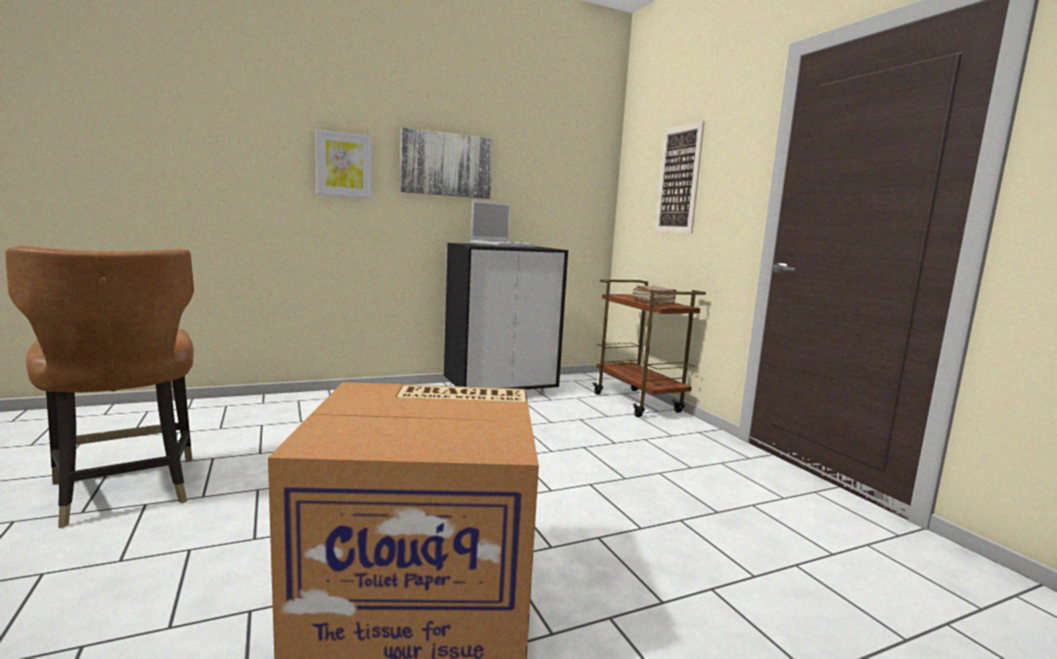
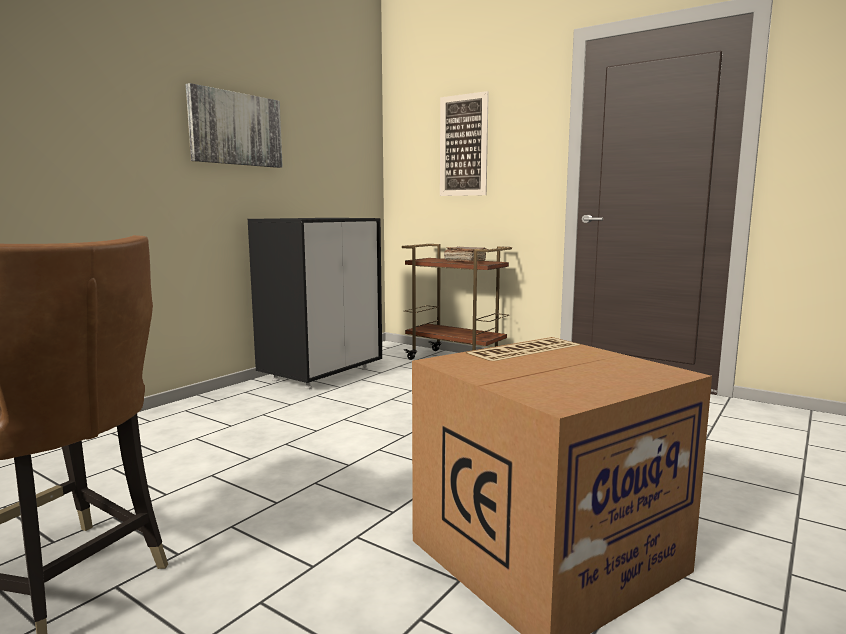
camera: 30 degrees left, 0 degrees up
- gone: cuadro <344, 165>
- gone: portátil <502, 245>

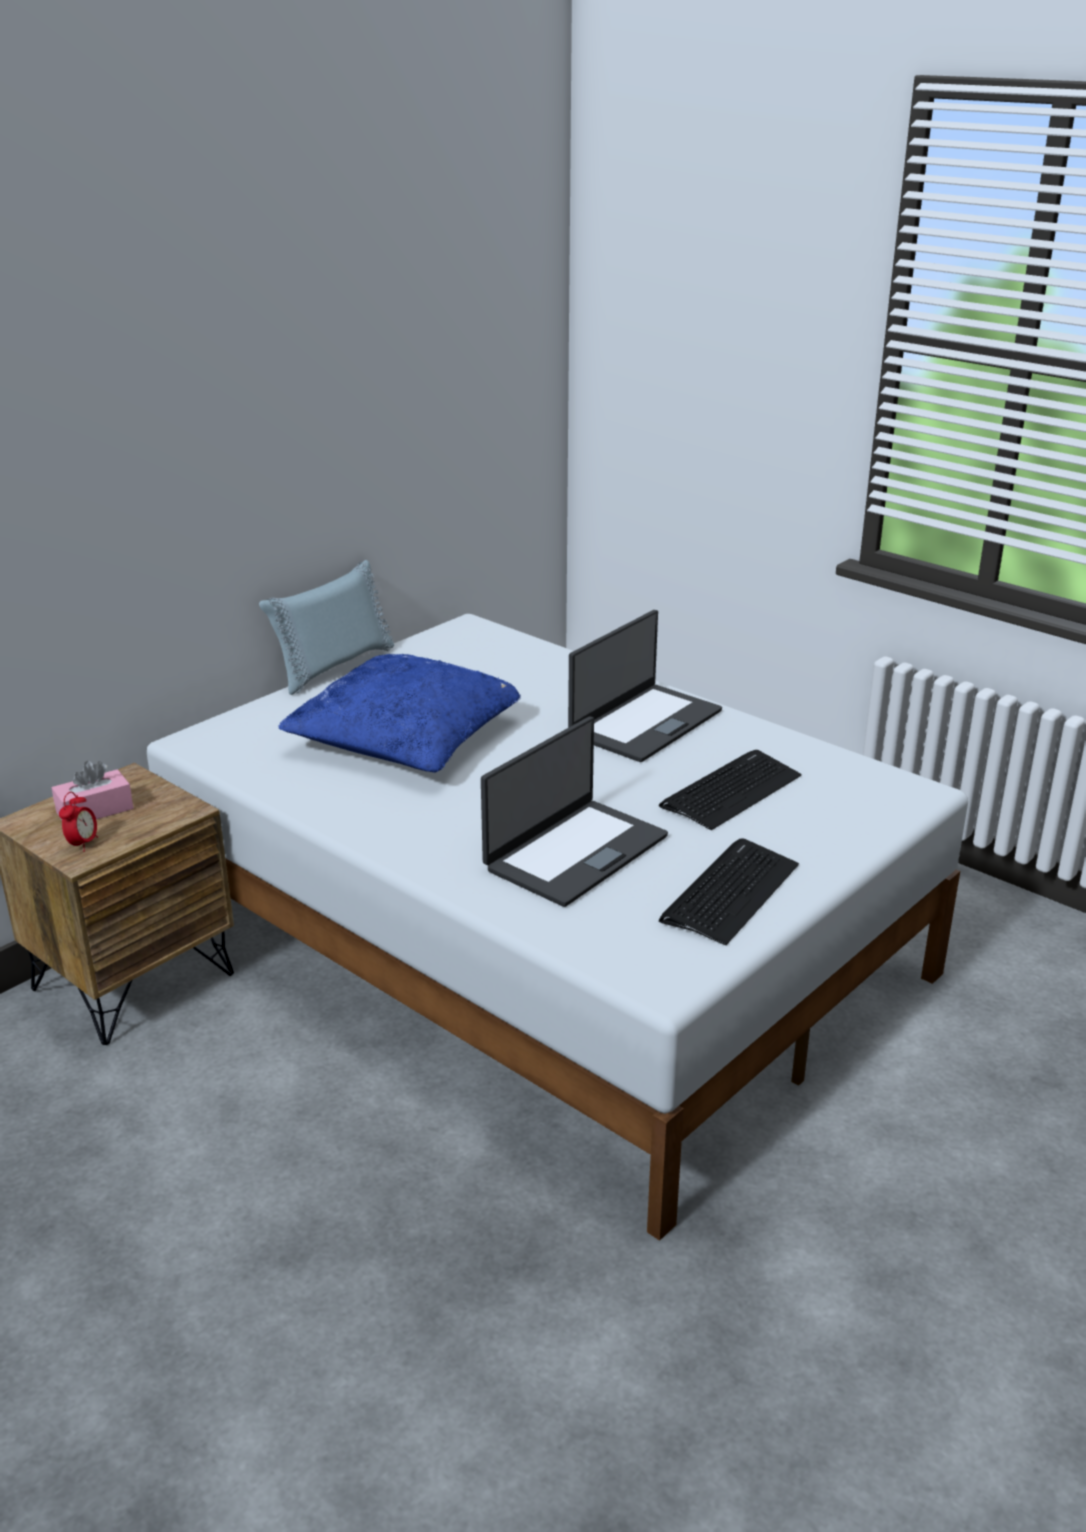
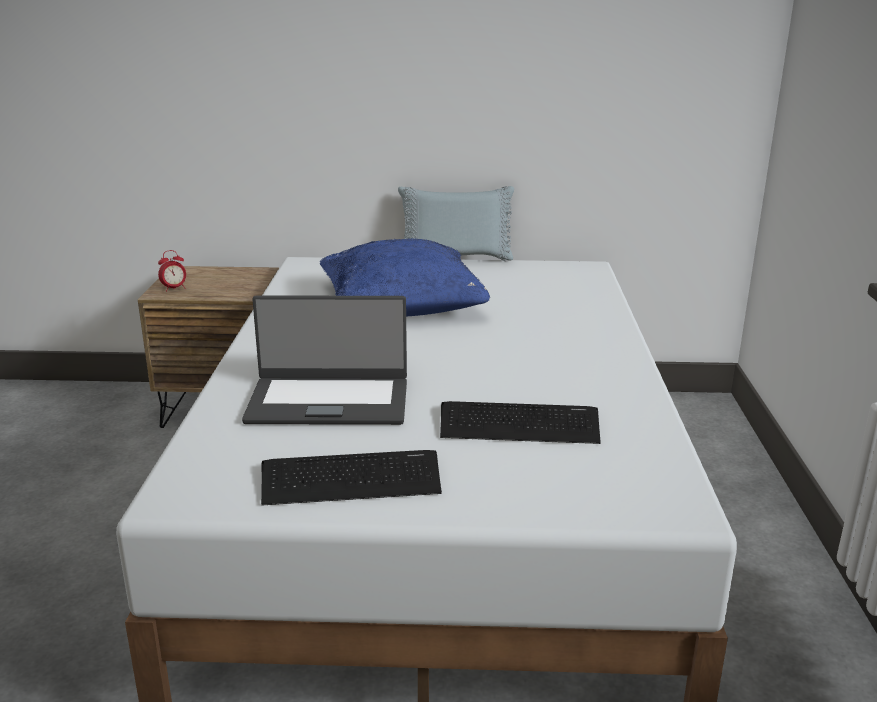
camera: 50 degrees right, 5 degrees down
- gone: portátil <644, 723>
- gone: caja de pañuelos/rosa <95, 810>

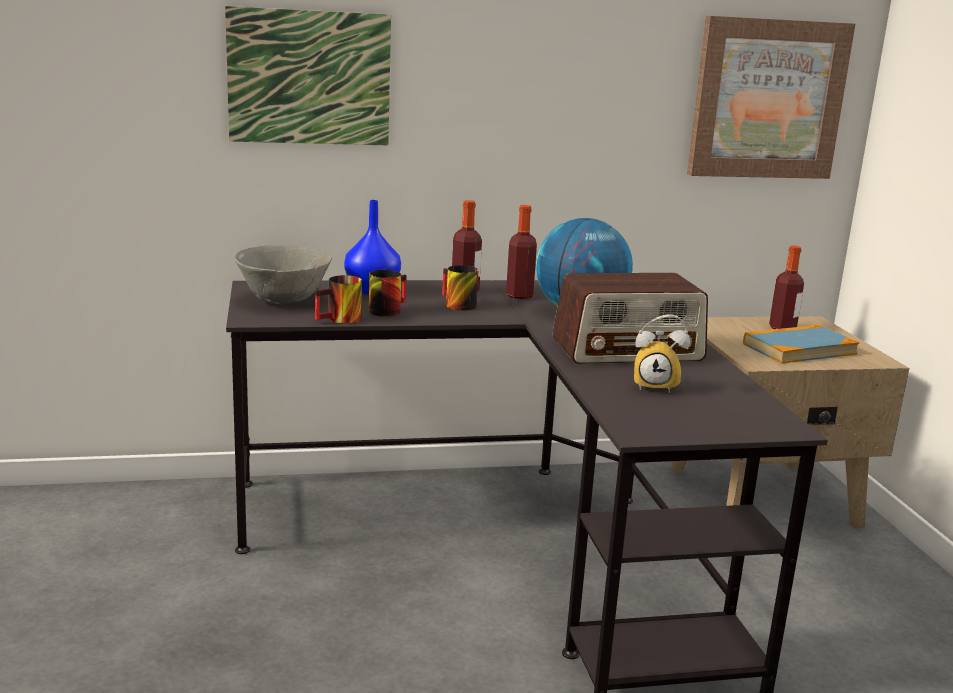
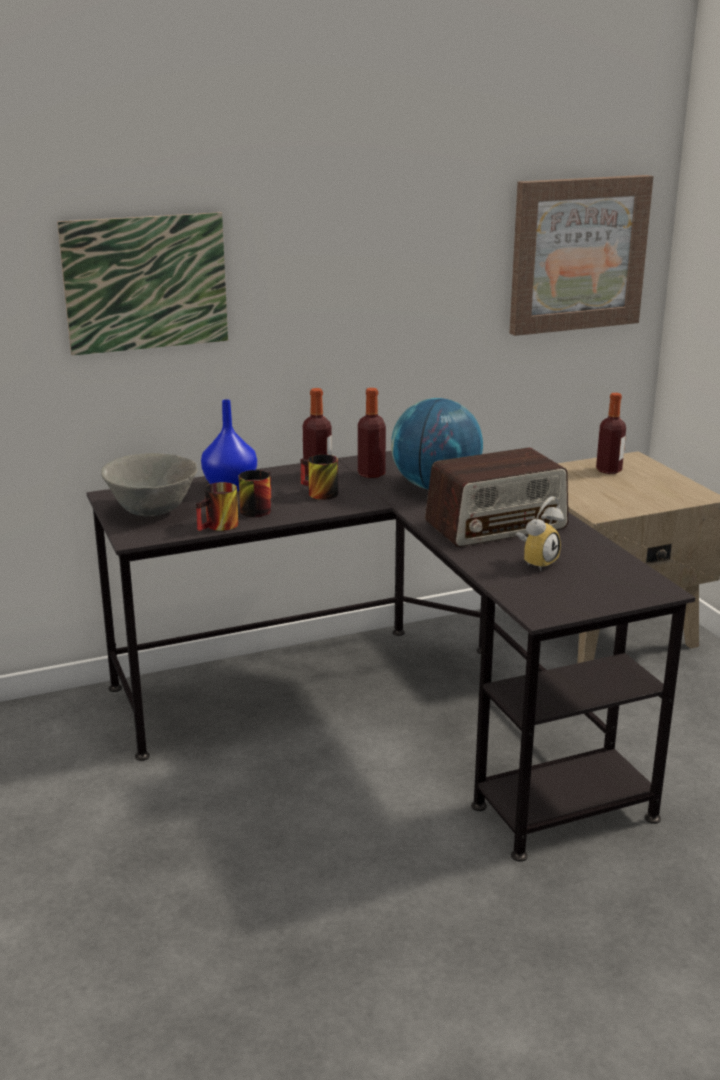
camera: 10 degrees left, 5 degrees up
- rotated: despertador <656, 386> = <536, 561> 45 degrees counterclockwise
- gone: libro <799, 349>

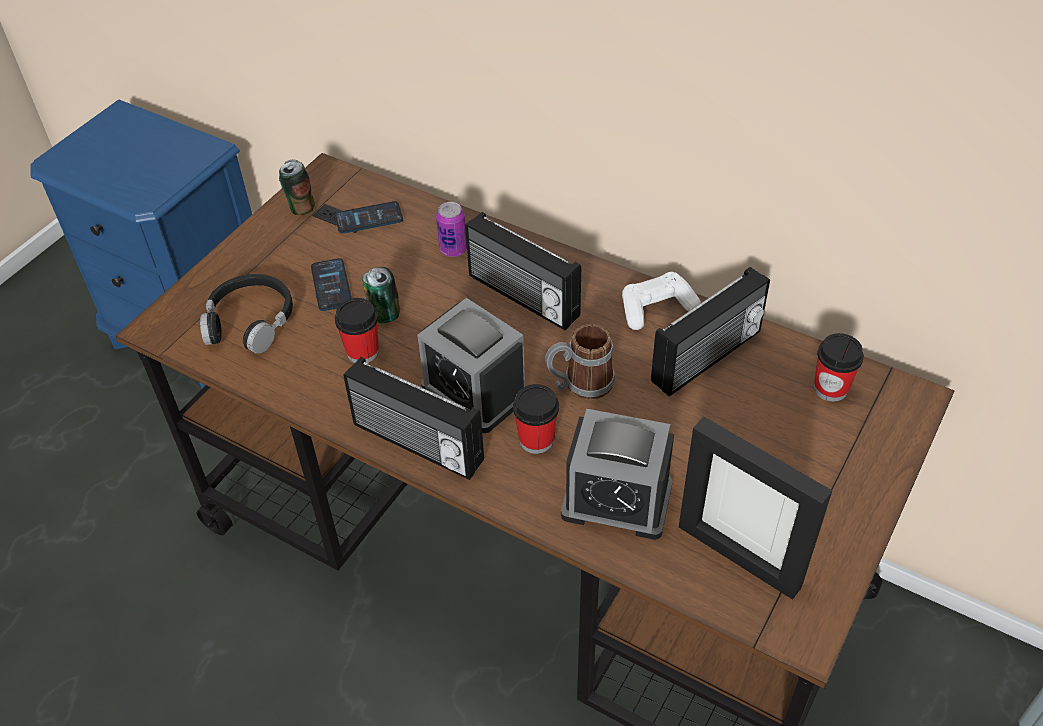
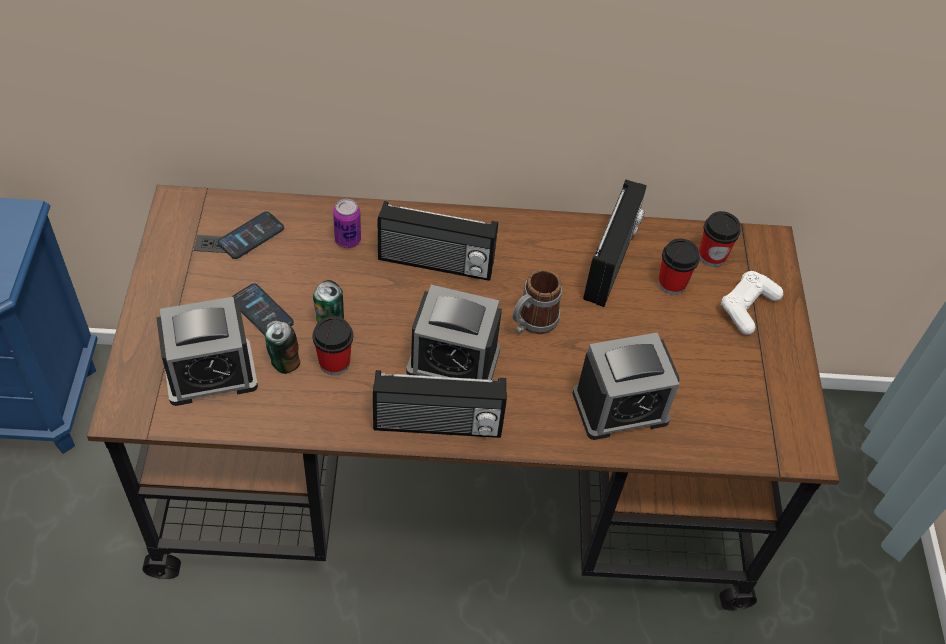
camera: 35 degrees left, 5 degrees up
- shifted: lata <301, 207> to <283, 362>
- shifted: mando de consola/blanco <656, 308> to <747, 307>
- swapped: auriculares/negro <250, 321> to despertador <211, 373>
- shifted: taza <536, 440> to <671, 284>
- gone: portarretratos <740, 554>

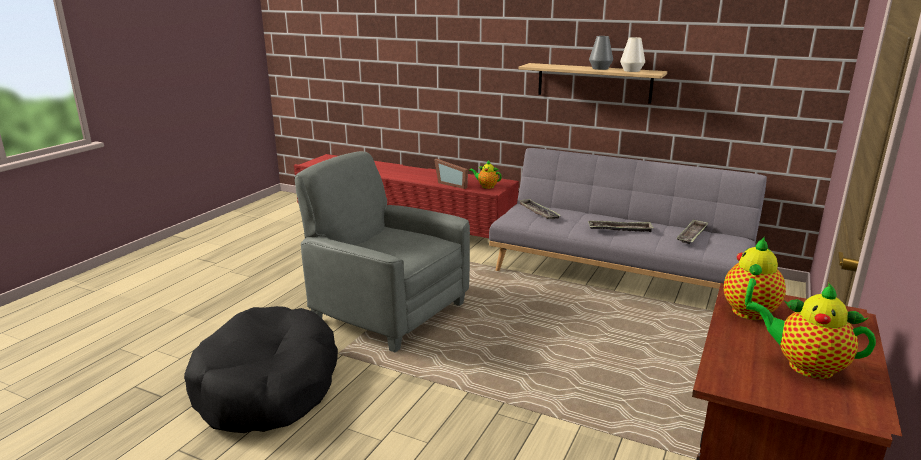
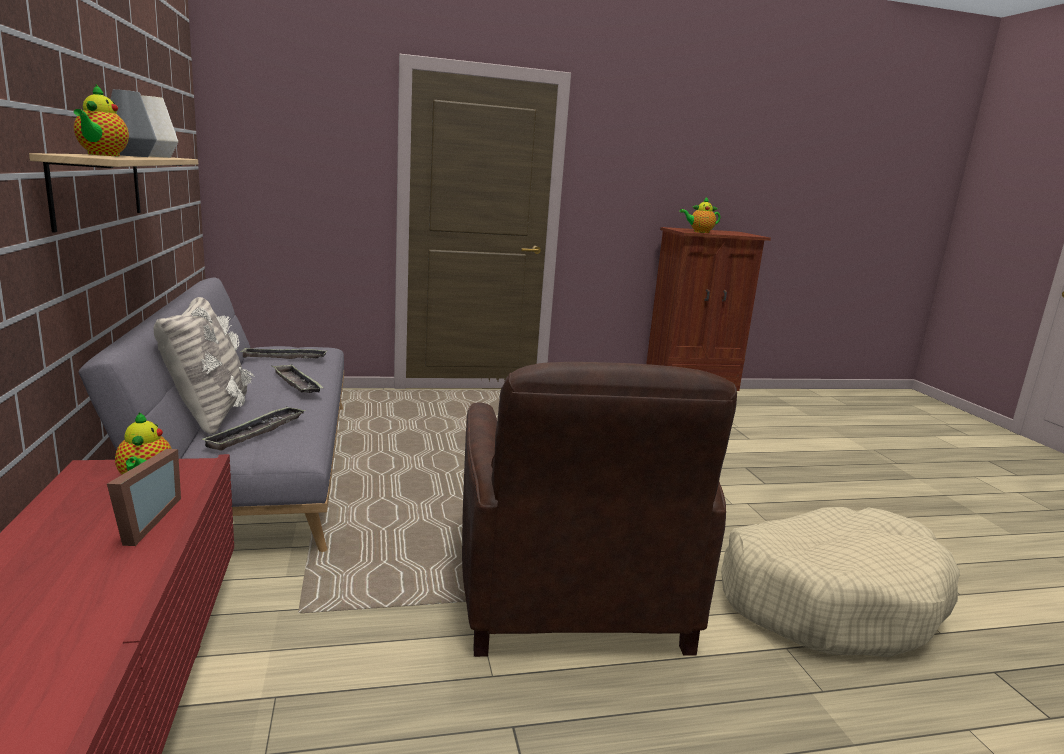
camera: 130 degrees left, 5 degrees down
- repainted: sillón/gris <387, 312> to sillón/marrón <571, 596>
- shifted: tetera <805, 366> to <102, 155>
- repainted: cama para perro/negro <267, 386> to cama para perro/beis <829, 599>
- new: cojín/beis <212, 414>

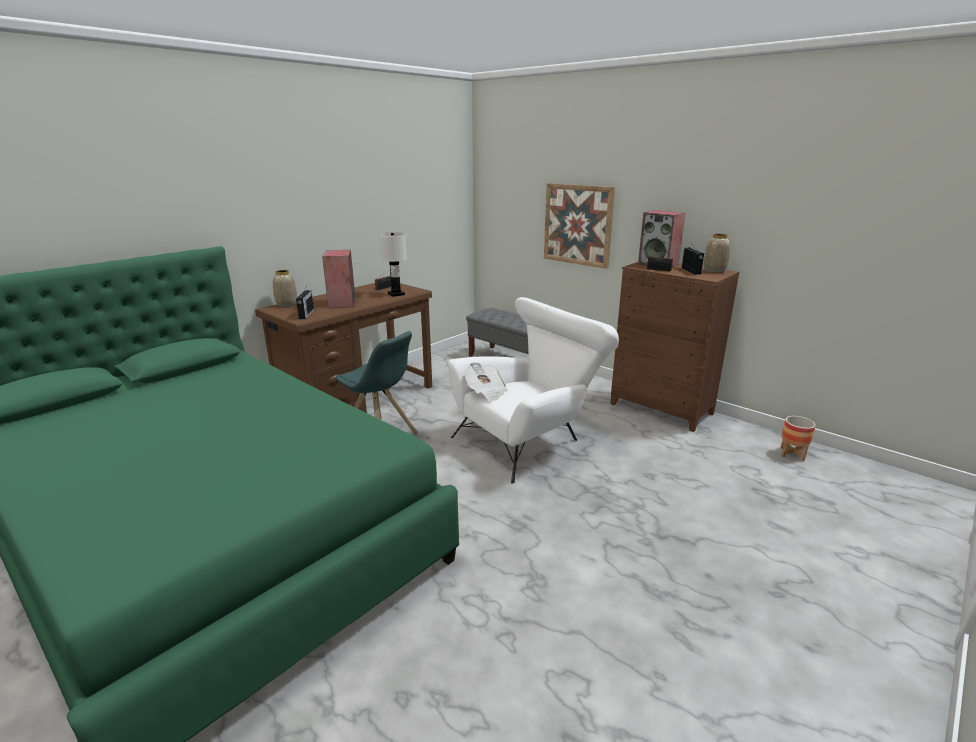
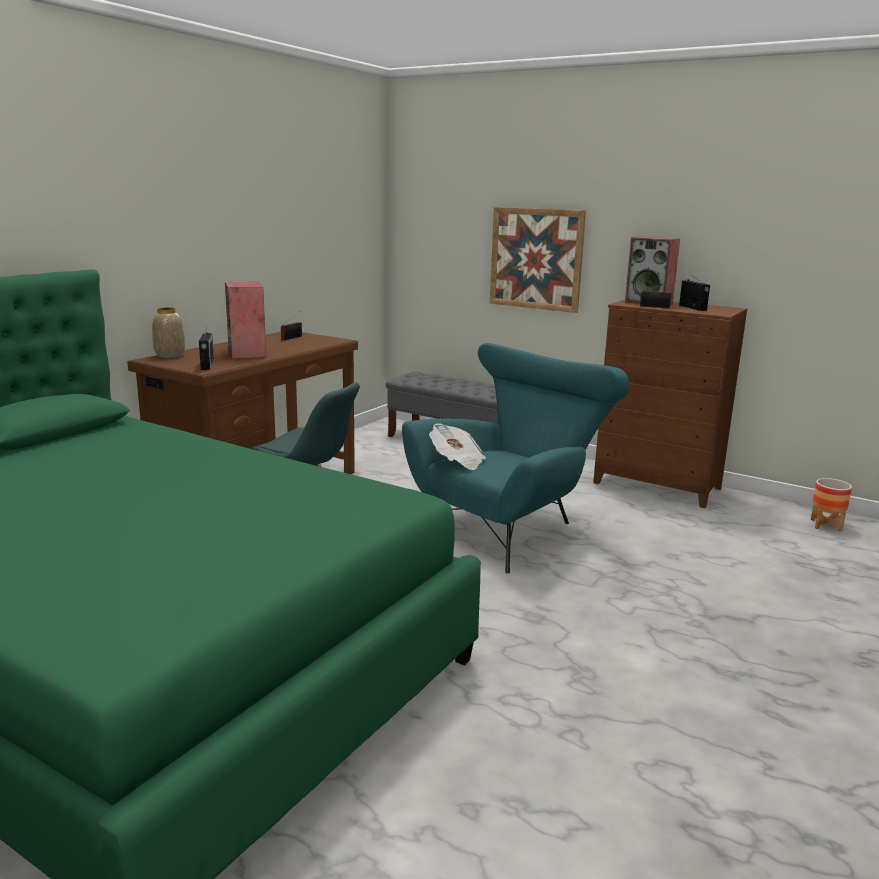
camera: 10 degrees left, 5 degrees down
- gone: lámpara de mesa/blanco <396, 294>
- gone: florero <714, 270>
- repainted: sillón/blanco <527, 440> to sillón/turquesa <506, 526>

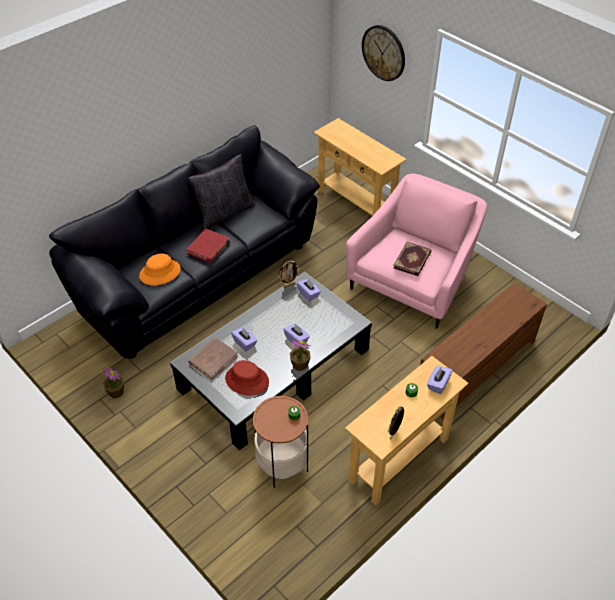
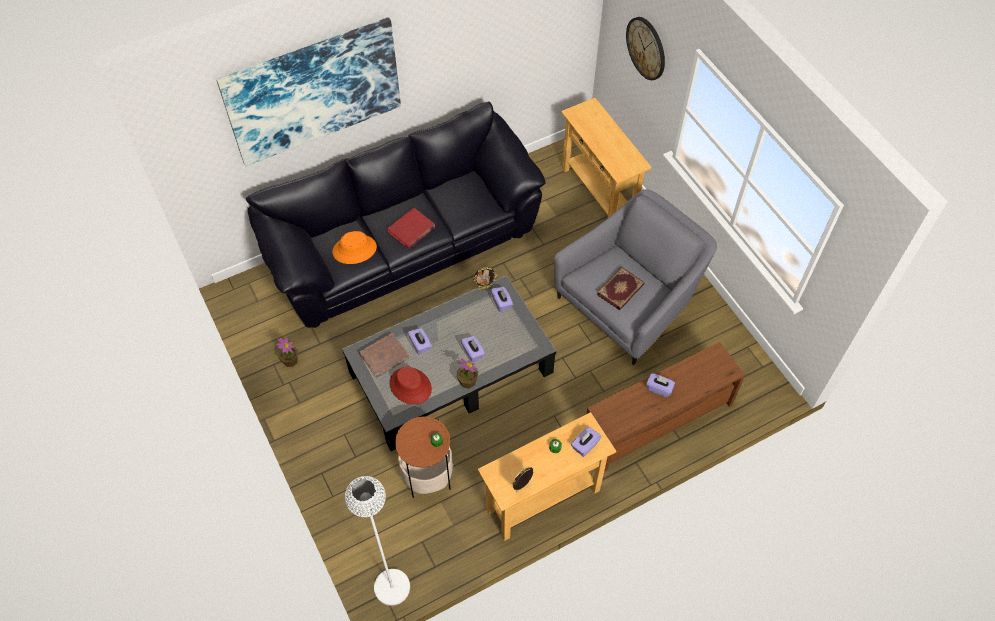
camera: 15 degrees right, 10 degrees up
- gone: cojín/negro <224, 213>
- repainted: sillón/rosa <414, 280> to sillón/gris <629, 302>
- new: cuadro <313, 91>
- new: caja de pañuelos/morado <659, 388>
- new: lámpara de pie/blanco <391, 587>

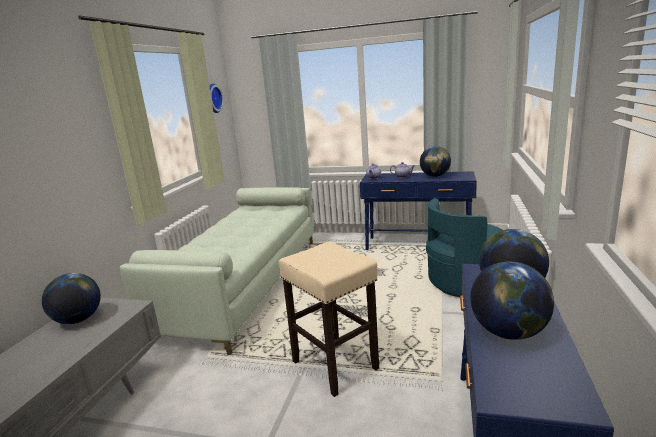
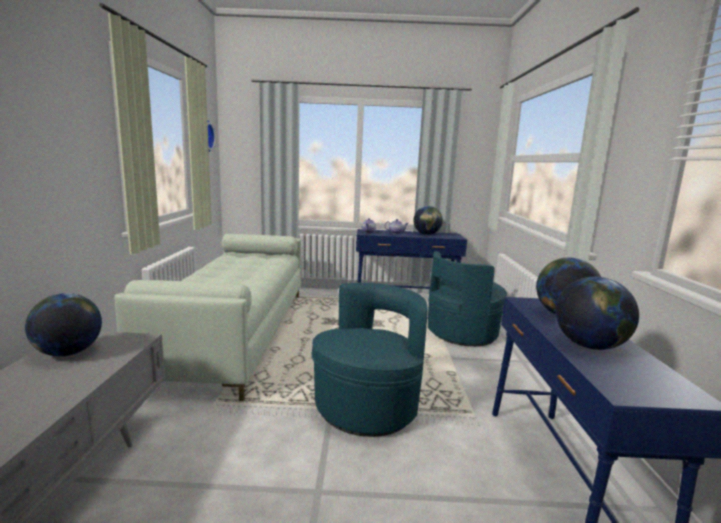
camera: 15 degrees left, 5 degrees down
- swapped: taburete/beis <336, 366> to sillón/turquesa <365, 408>

